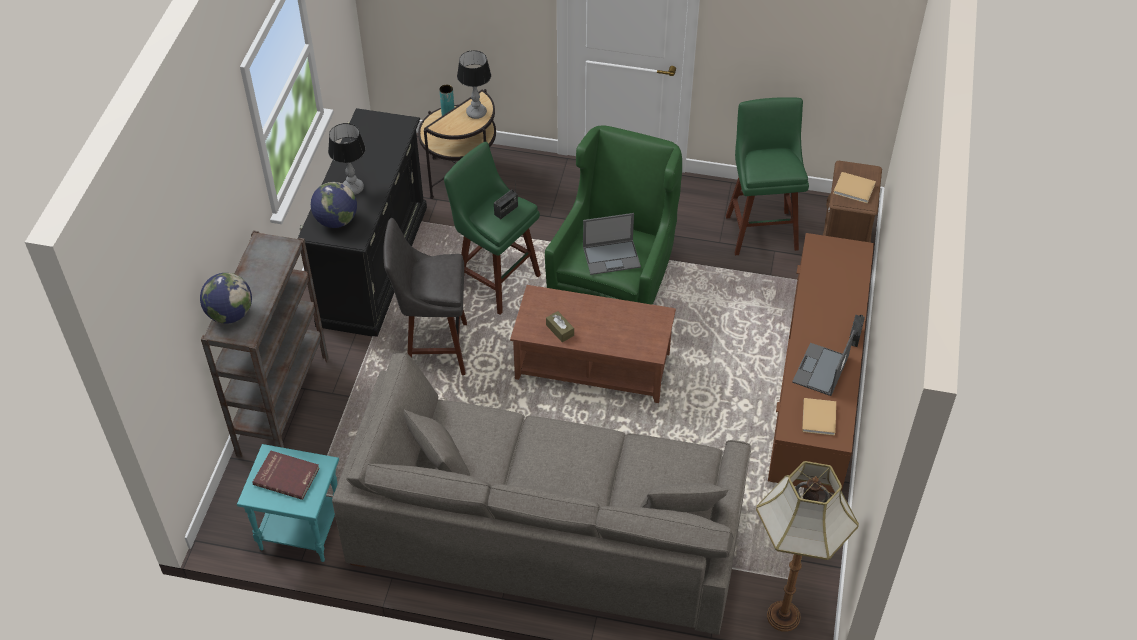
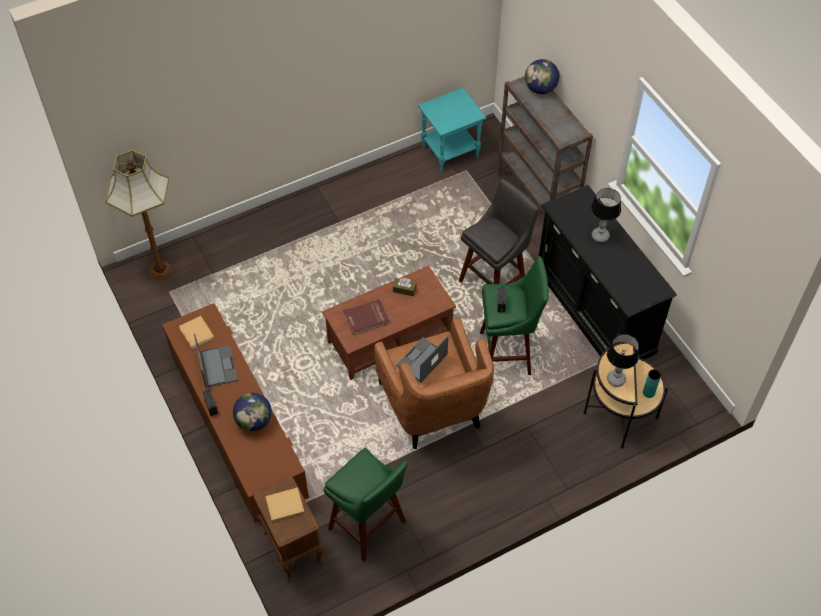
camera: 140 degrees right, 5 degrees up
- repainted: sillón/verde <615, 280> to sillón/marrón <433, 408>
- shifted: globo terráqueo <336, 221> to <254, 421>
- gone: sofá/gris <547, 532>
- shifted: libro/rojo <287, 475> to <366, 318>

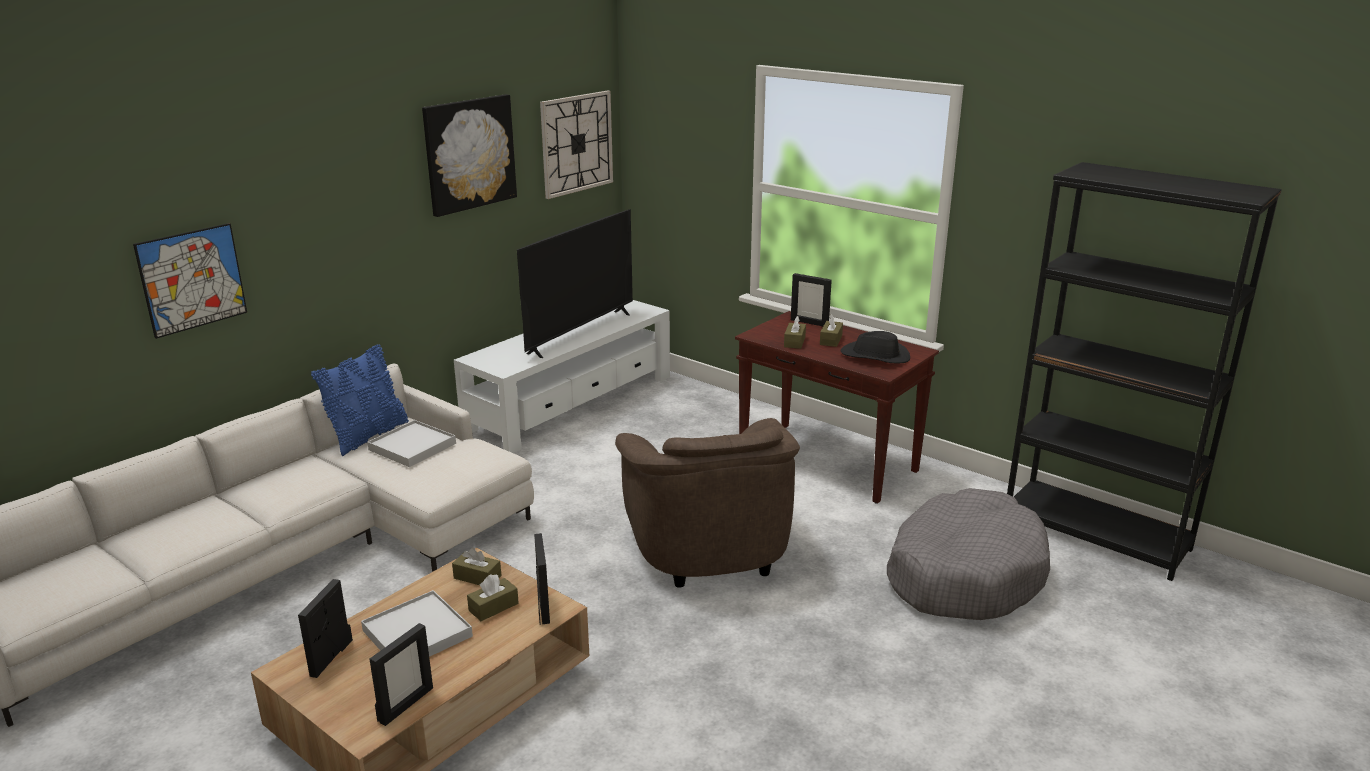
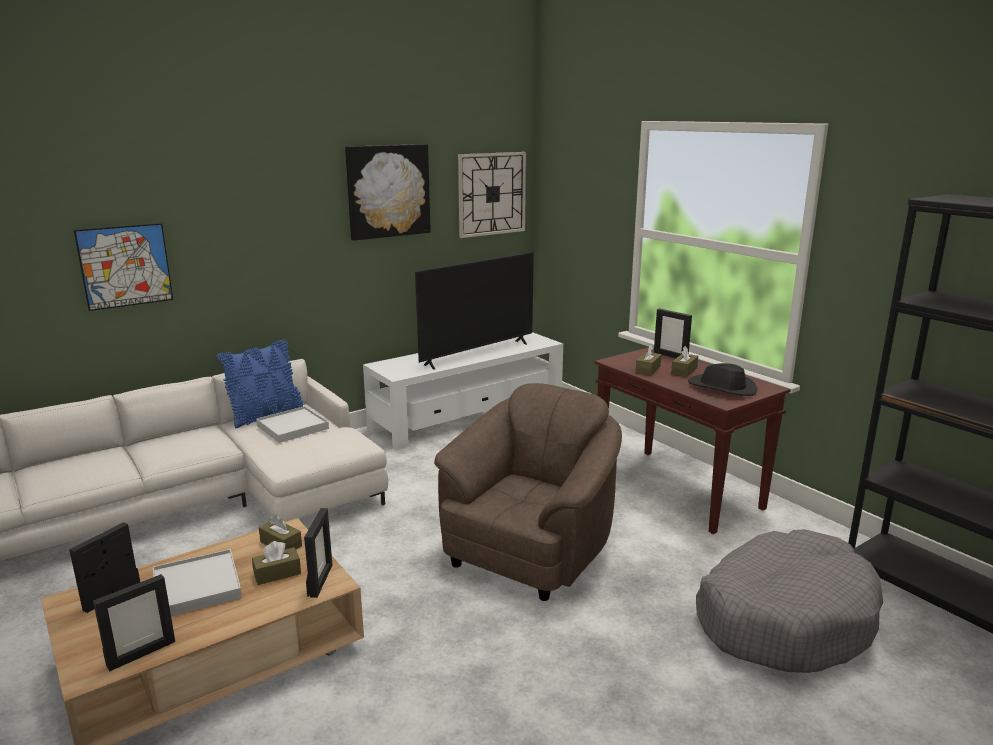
camera: 15 degrees right, 5 degrees down
- rotated: sillón/marrón <708, 547> = <530, 551> 150 degrees counterclockwise

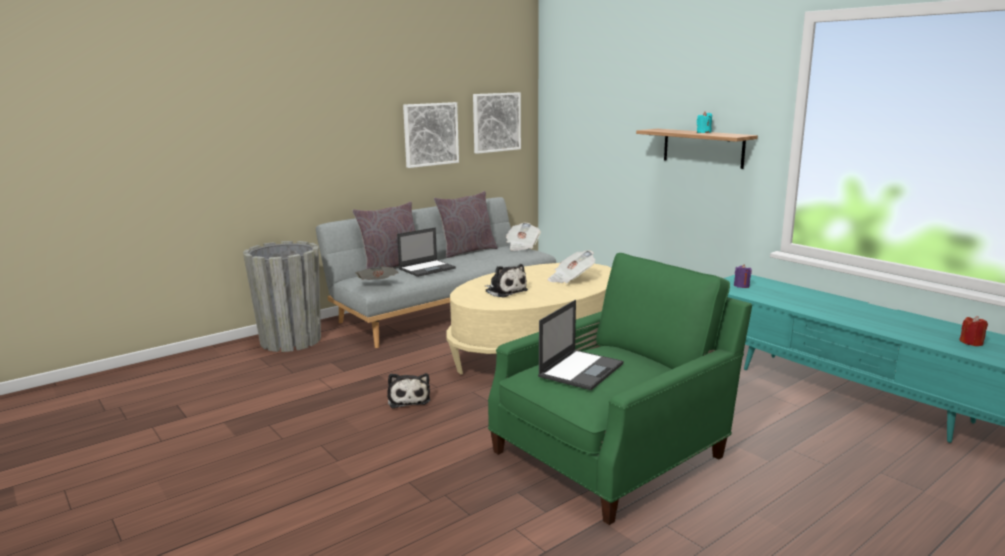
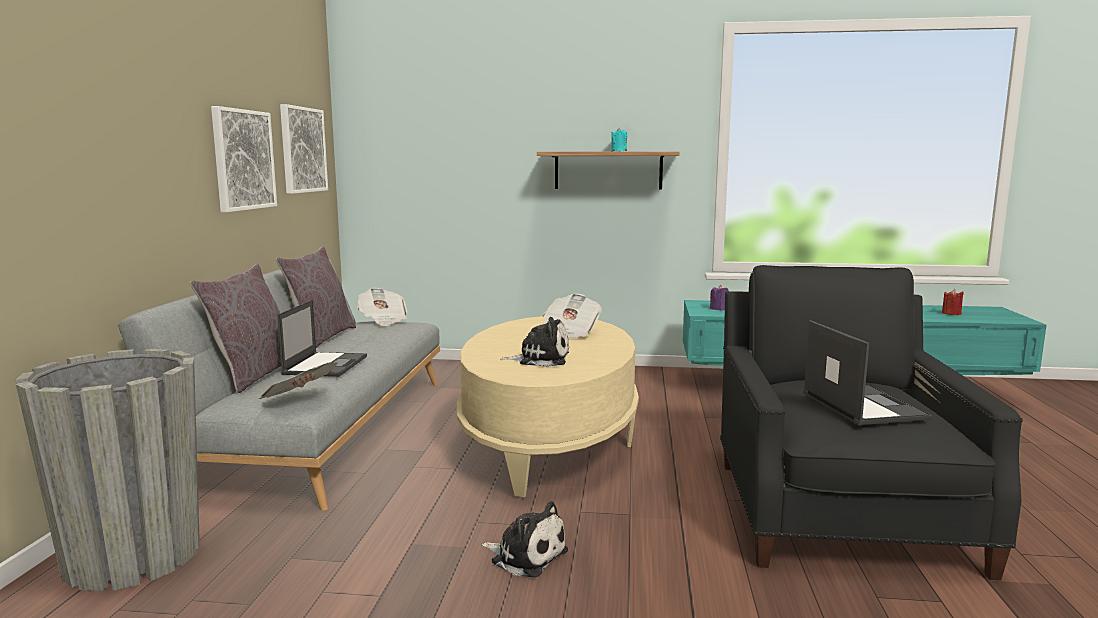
camera: 45 degrees left, 5 degrees down
- repainted: sillón/verde <612, 452> to sillón/negro <839, 510>

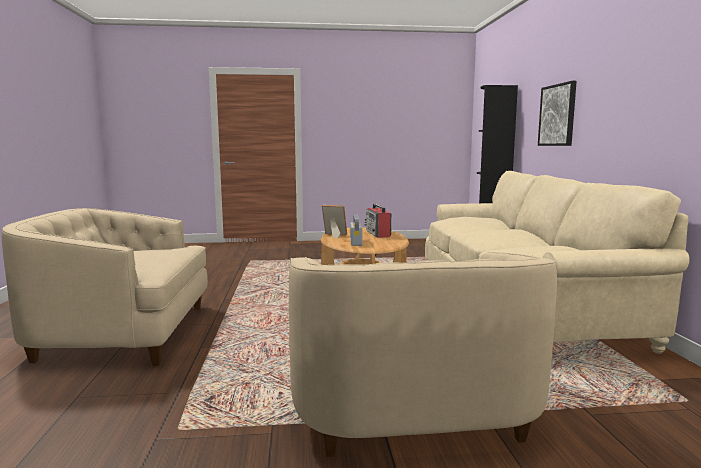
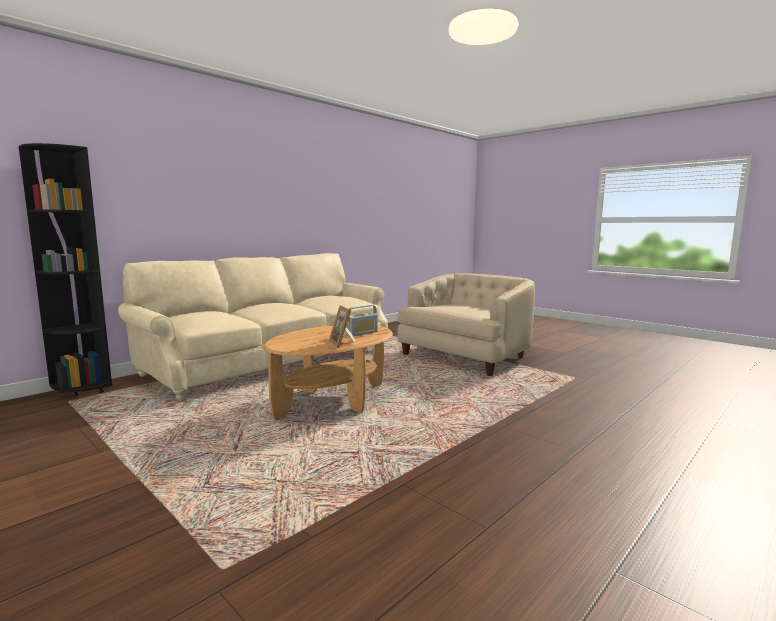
camera: 130 degrees left, 0 degrees up
- gone: cuadro <557, 115>
- gone: radio <378, 234>
- gone: sillón/beis <123, 334>

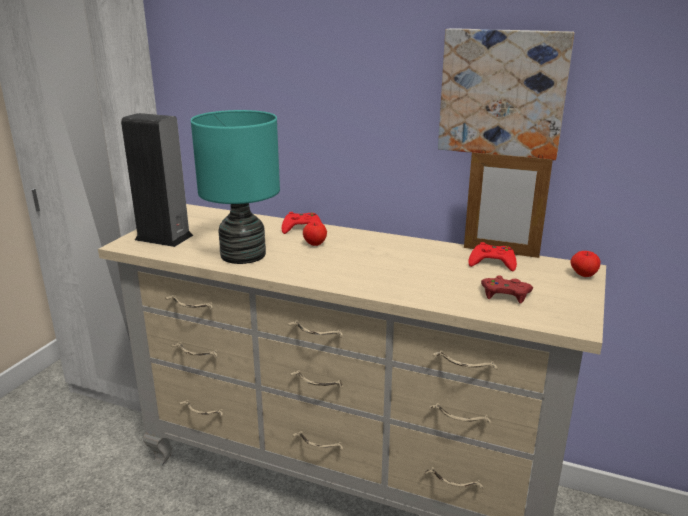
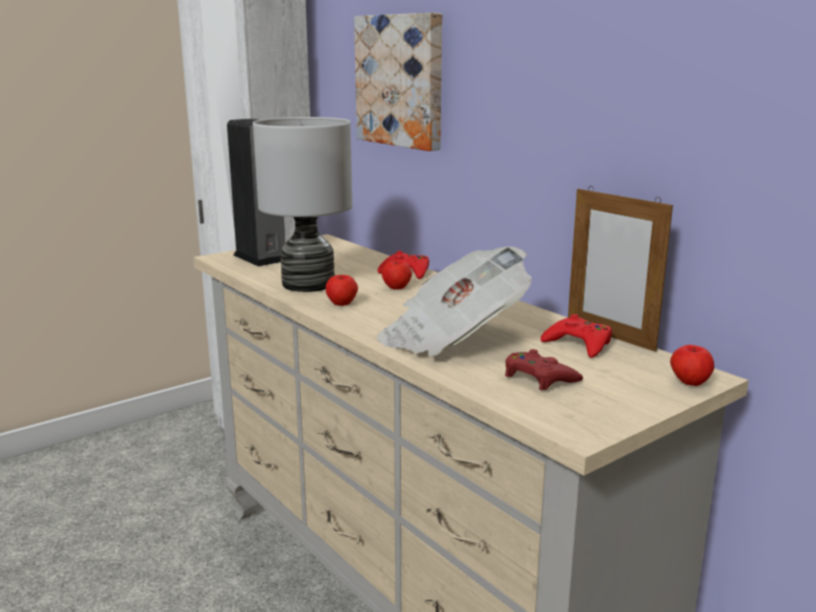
camera: 30 degrees right, 5 degrees down
- shifted: cuadro <503, 93> to <402, 81>
- repainted: lámpara de mesa/turquesa <243, 255> to lámpara de mesa/gris <308, 284>
- new: periódico <452, 338>
- new: manzana <342, 303>

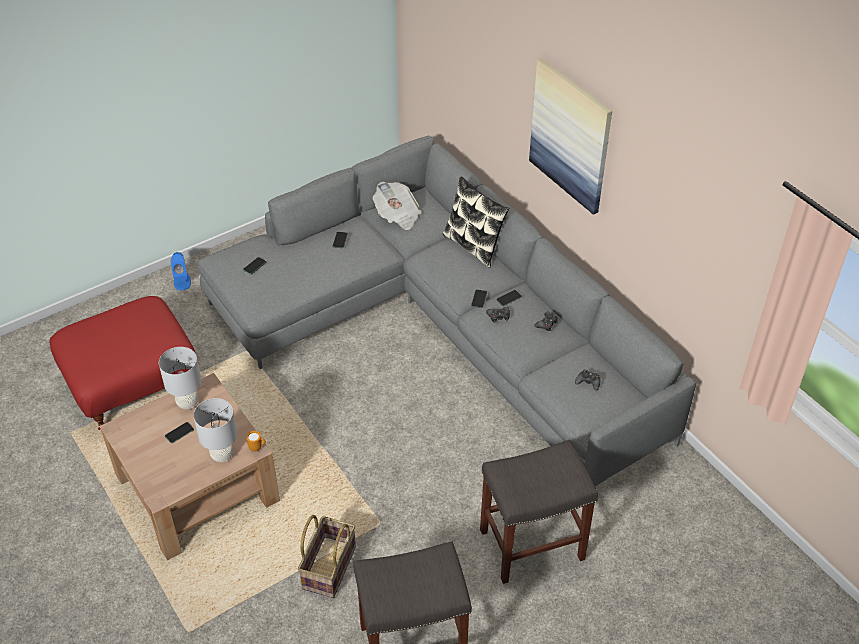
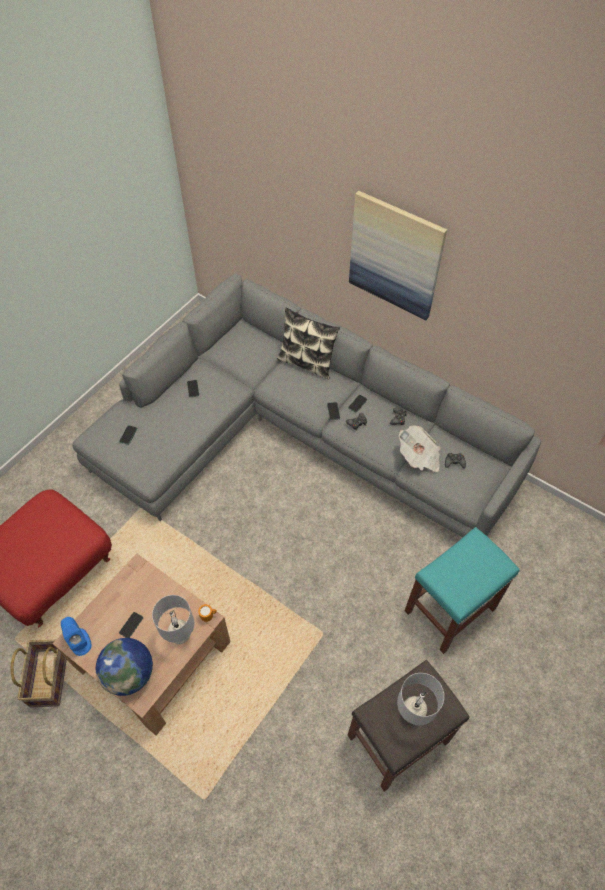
camera: 20 degrees left, 10 degrees up
- shifted: periódico <397, 215> to <419, 457>
- shifted: altavoz/azul <182, 281> to <79, 641>
- shifted: lámpara de mesa/gris <188, 402> to <412, 711>
- repainted: taburete/gris <533, 543> to taburete/turquesa <450, 609>
- shifted: cesta <328, 567> to <48, 678>
- new: globo terráqueo <130, 674>

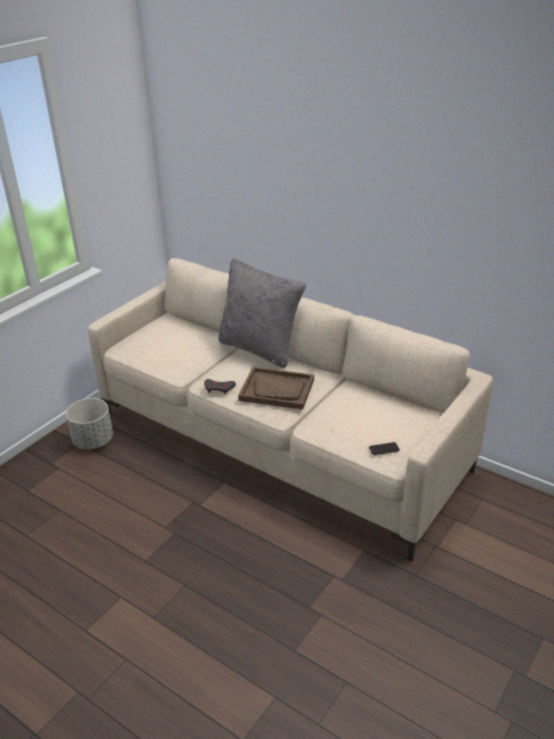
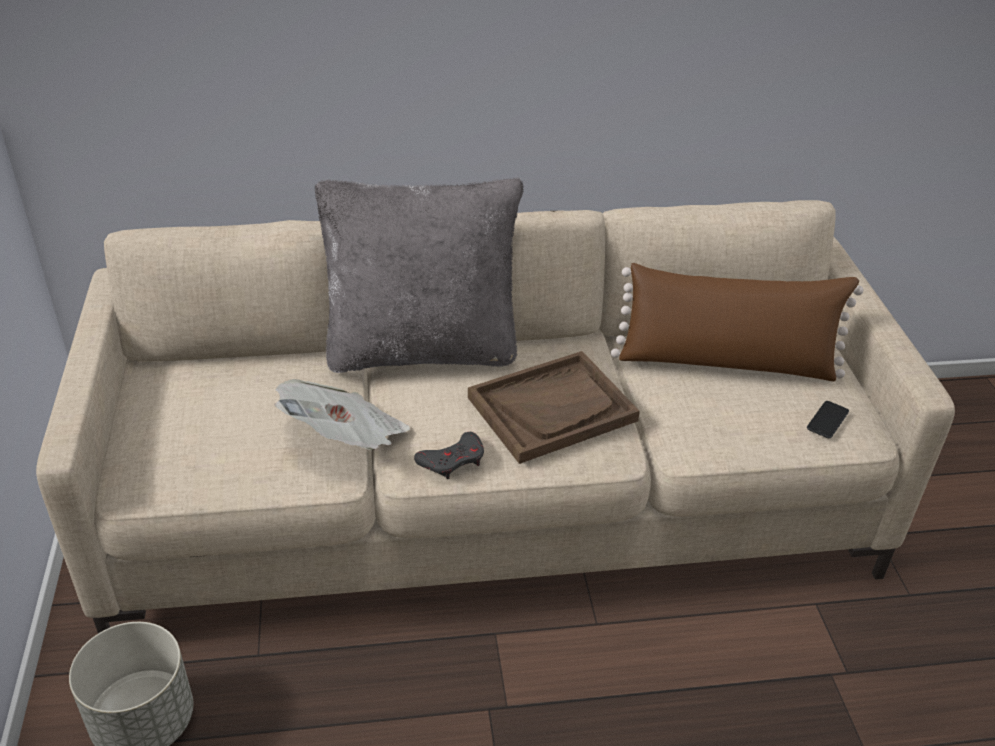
camera: 45 degrees left, 5 degrees up
- new: cojín/marrón <726, 362>
- new: periódico <346, 439>

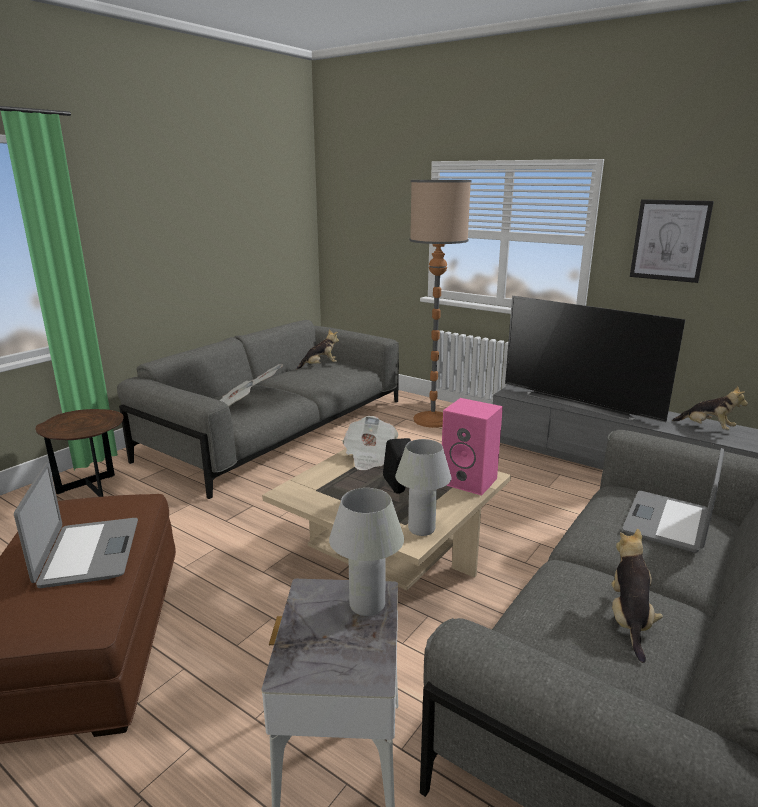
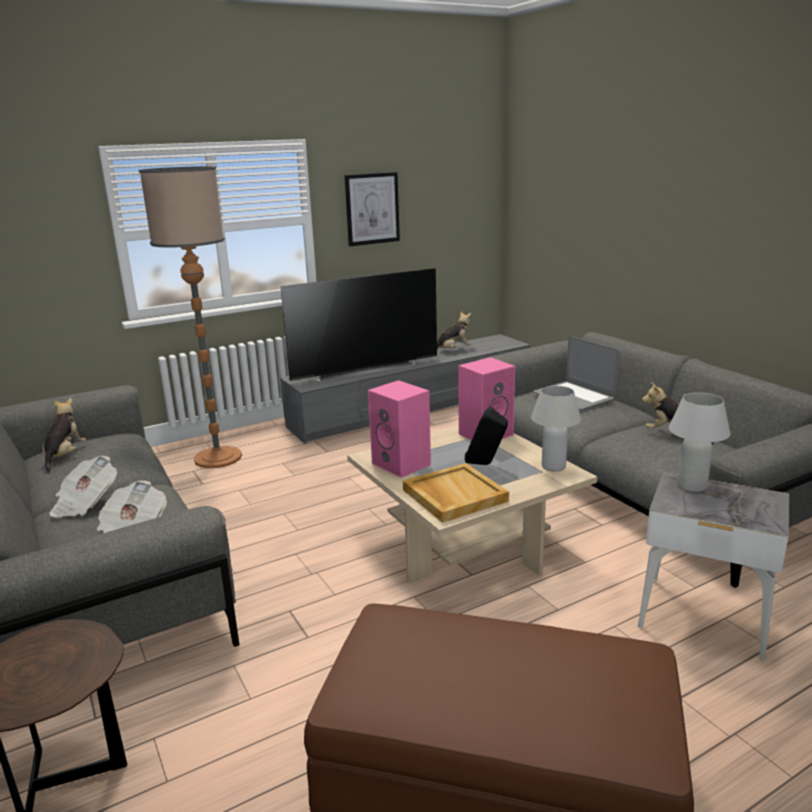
camera: 65 degrees left, 0 degrees up
- swapped: periódico <370, 457> to altavoz/rosa <403, 464>
- gone: portátil <88, 553>
- new: bandeja/beis <453, 495>

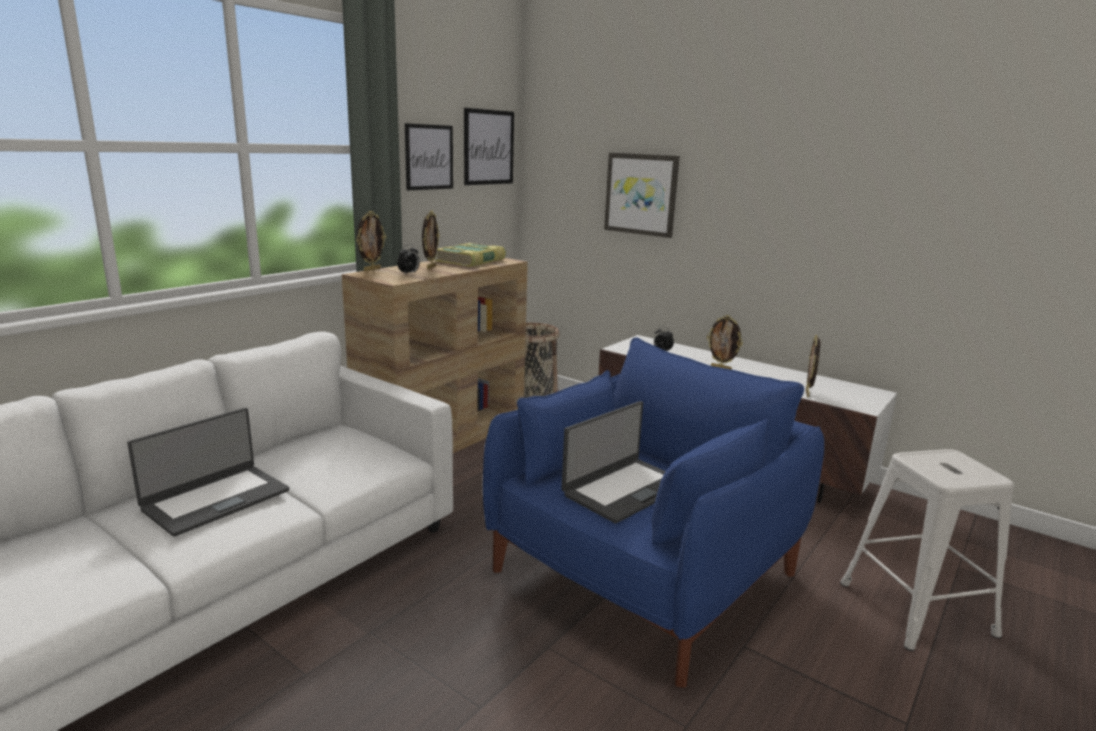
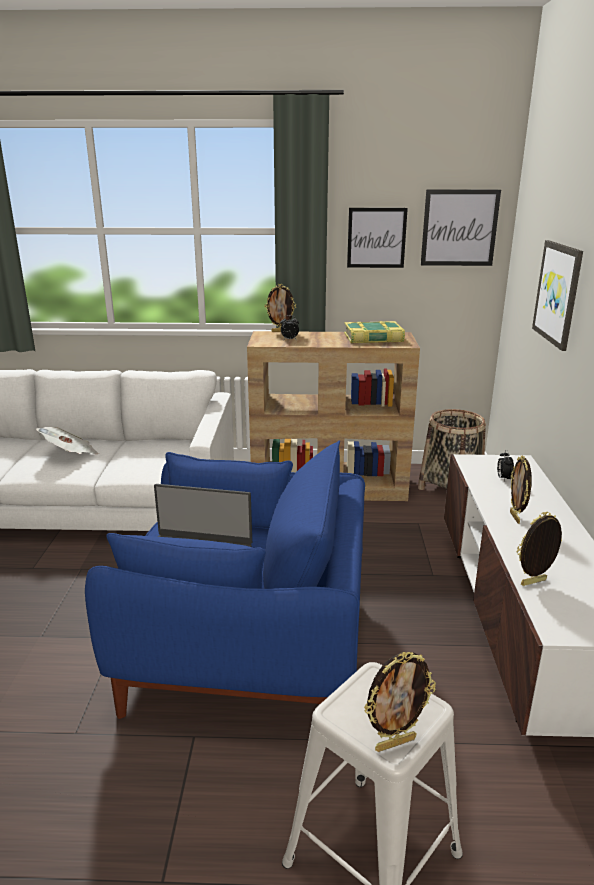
camera: 55 degrees right, 5 degrees up
- shifted: portarretratos <430, 267> to <395, 743>
- swapped: portátil <215, 499> to periódico <71, 454>

